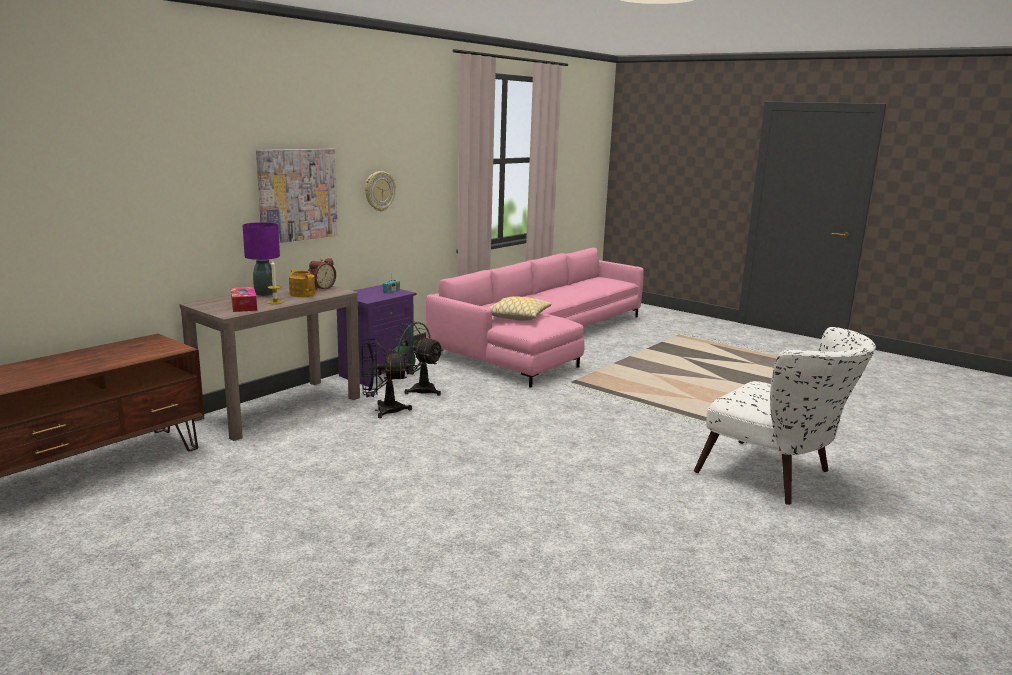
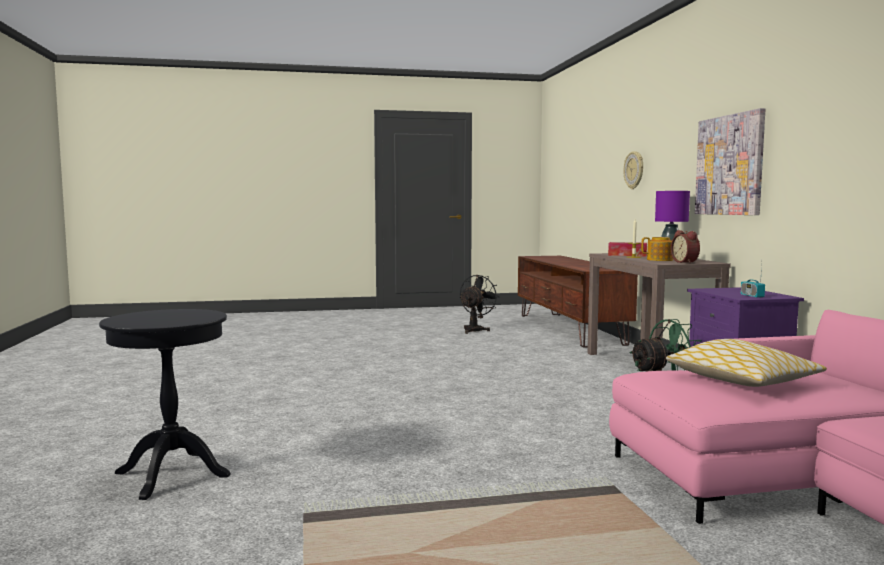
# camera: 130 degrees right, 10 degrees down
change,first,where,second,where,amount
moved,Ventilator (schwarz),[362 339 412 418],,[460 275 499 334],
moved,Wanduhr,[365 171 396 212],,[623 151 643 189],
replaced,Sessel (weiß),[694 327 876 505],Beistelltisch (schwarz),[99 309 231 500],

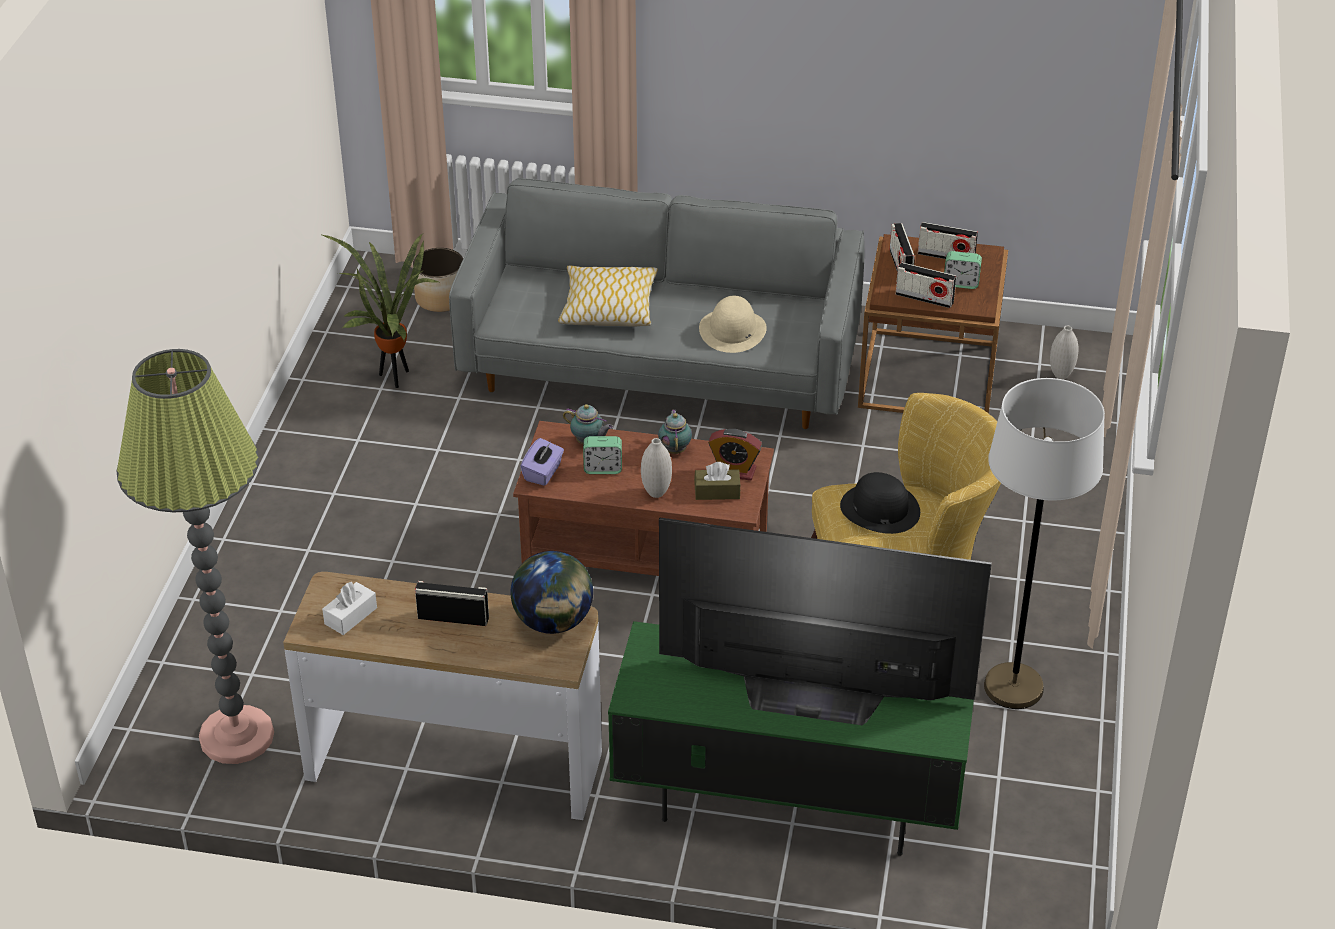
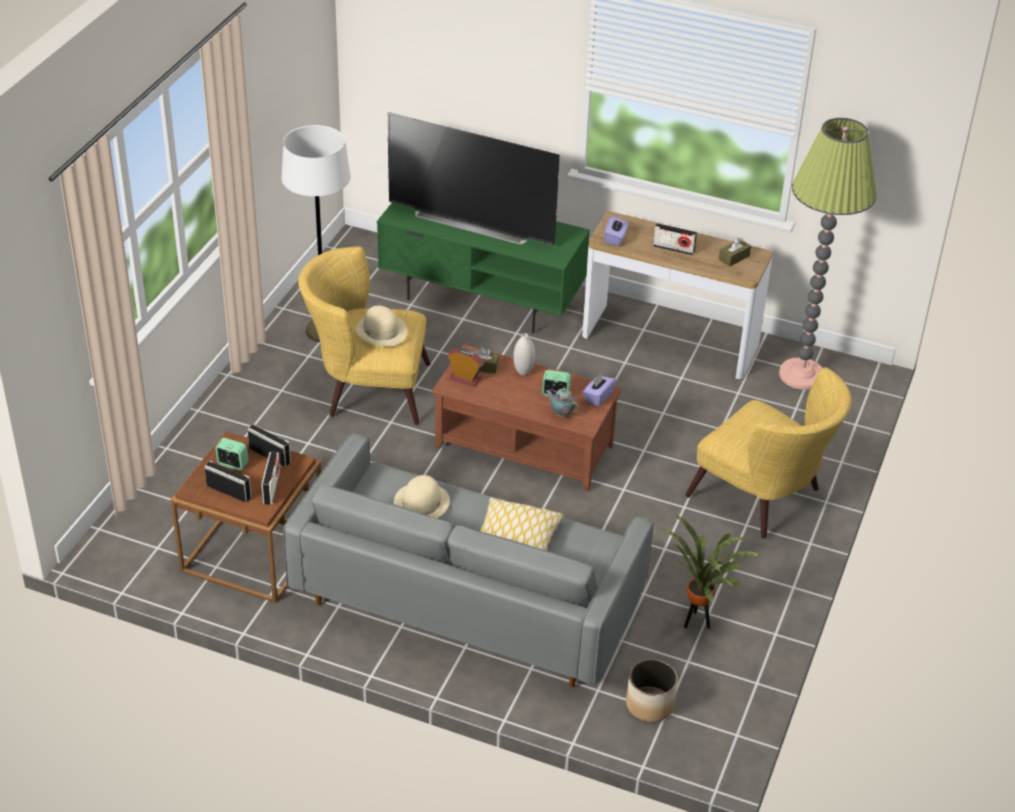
# camera: 170 degrees left, 0 degrees up
change,first,where,second,where,amount
recoloured,Taschentuchbox (weiß),[322 582 377 635],Taschentuchbox (braun),[719 237 751 267],
replaced,Globus,[511 551 593 634],Taschentuchbox (lila),[604 216 629 246],
removed,Teekanne,[658 409 692 454],,,
recoloured,Hut (schwarz),[840 472 920 534],Hut (beige),[355 306 408 347],
removed,Vase (weiß),[1050 325 1079 379],,,
added,,,Sessel (gelb),[685 367 852 538],

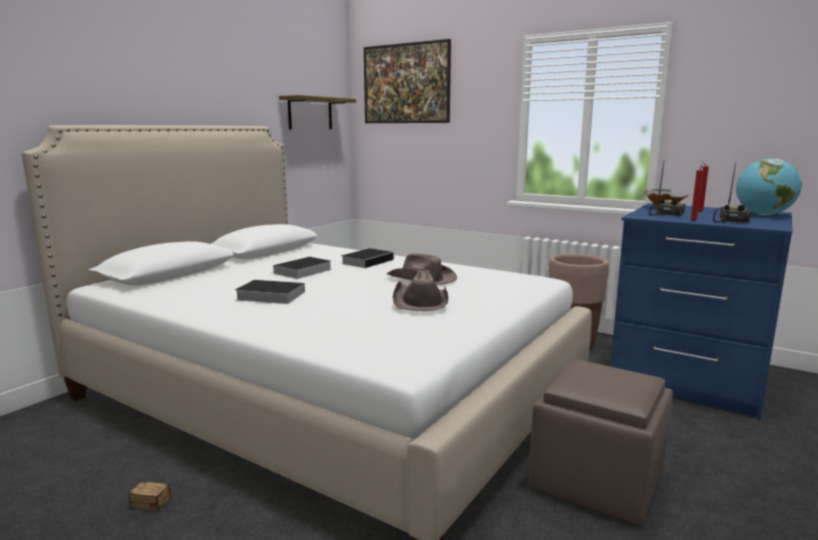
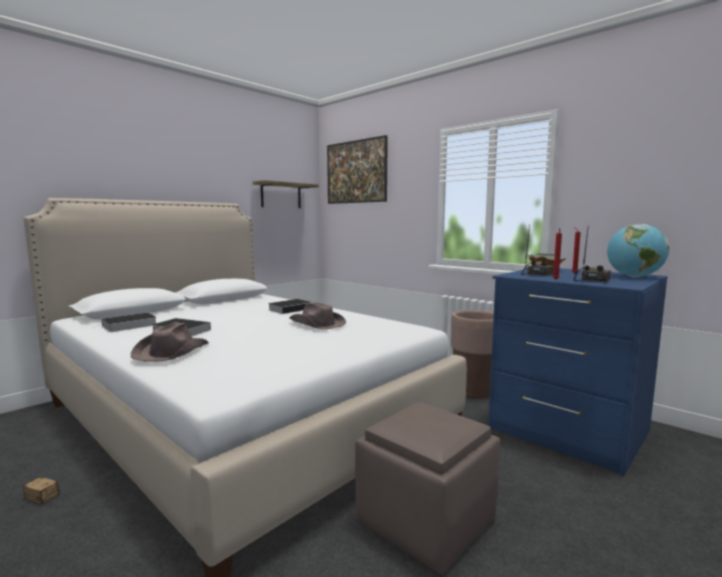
# camera: 10 degrees right, 5 degrees down
change,first,where,second,where,amount
moved,Buch,[269 257 332 279],,[94 313 156 332],
moved,Hut (braun),[393 269 449 311],,[131 322 209 362],

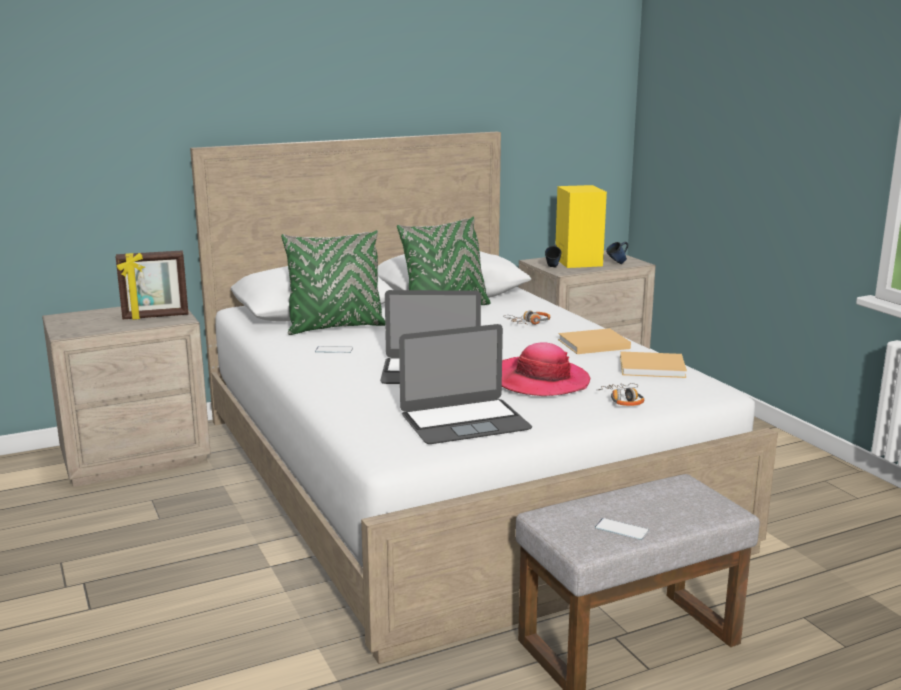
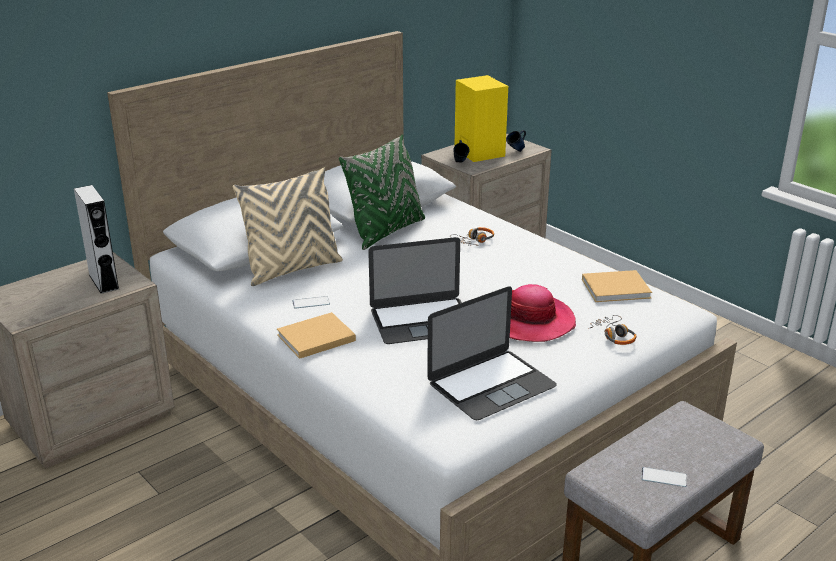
# camera: 15 degrees left, 10 degrees up
change,first,where,second,where,amount
replaced,Bilderrahmen,[116 250 189 320],Lautsprecher (grau),[74 185 119 294],
recoloured,Kissen (grün),[281 230 385 335],Kissen (beige),[233 168 343 286],
moved,Buch (beige),[558 328 631 354],,[277 312 356 359],

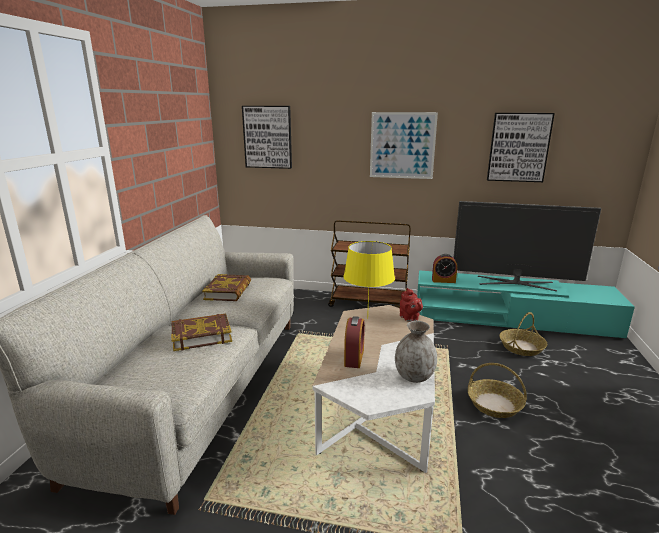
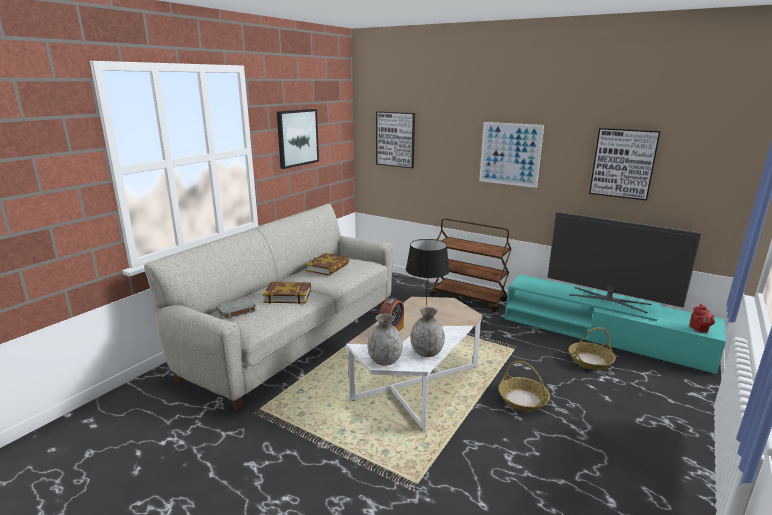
# camera: 20 degrees right, 0 degrees up
change,first,where,second,where,amount
recoloured,Tischlampe (gelb),[343 241 395 319],Tischlampe (schwarz),[406 239 450 306],
moved,Teekanne (rot),[400 288 423 321],,[689 304 715 333],
removed,Wecker,[432 254 457 283],,,
added,,,Buch (grau),[216 298 257 319],
added,,,Bild,[277 109 319 169],
added,,,Vase (grau),[367 314 402 365],

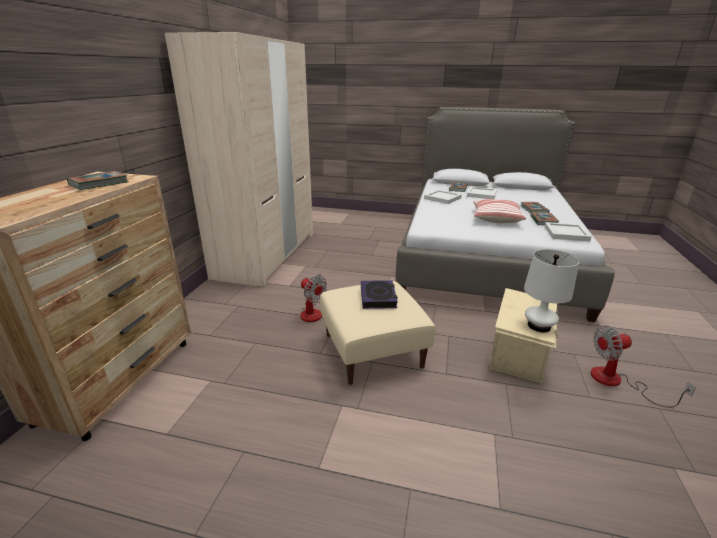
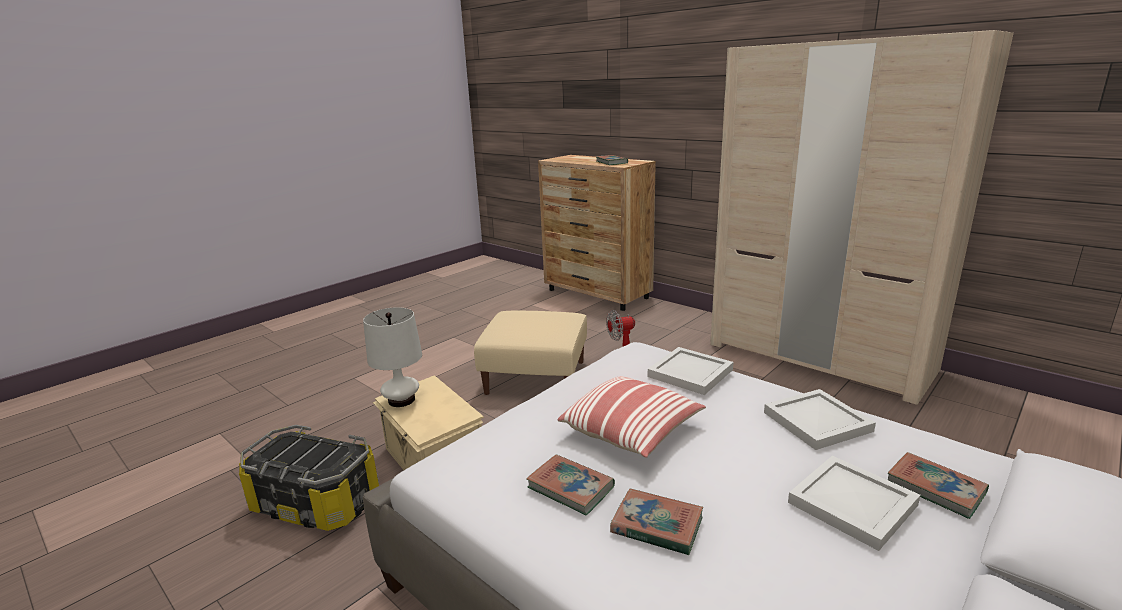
# camera: 120 degrees right, 5 degrees down
change,first,where,second,where,amount
removed,Buch,[361 280 398 309],,,
moved,Tablett (weiß),[544 222 592 241],,[648 347 734 395],
replaced,Ventilator,[591 326 696 408],Aufbewahrungsbox,[239 425 379 531],

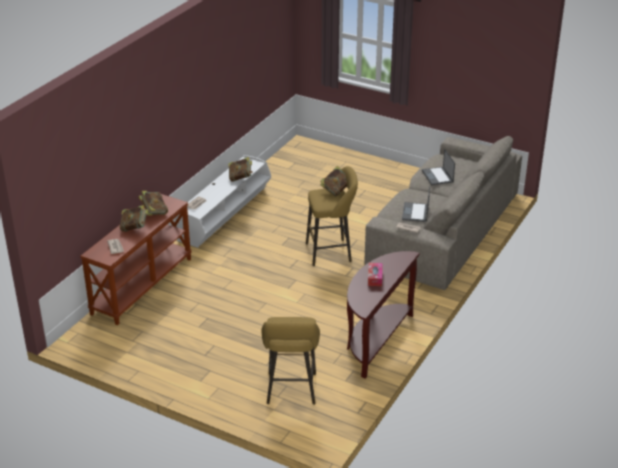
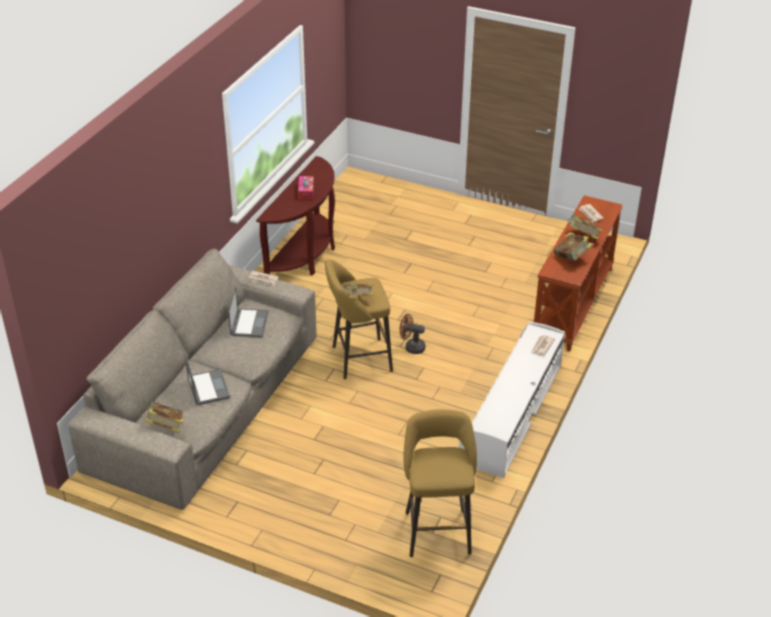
# camera: 175 degrees right, 5 degrees up
change,first,where,second,where,amount
moved,Buch,[228 157 253 182],,[145 402 183 433],
moved,Hocker (gelb),[261 317 320 405],,[404 409 477 557],
added,,,Ventilator (braun),[399 314 425 354],

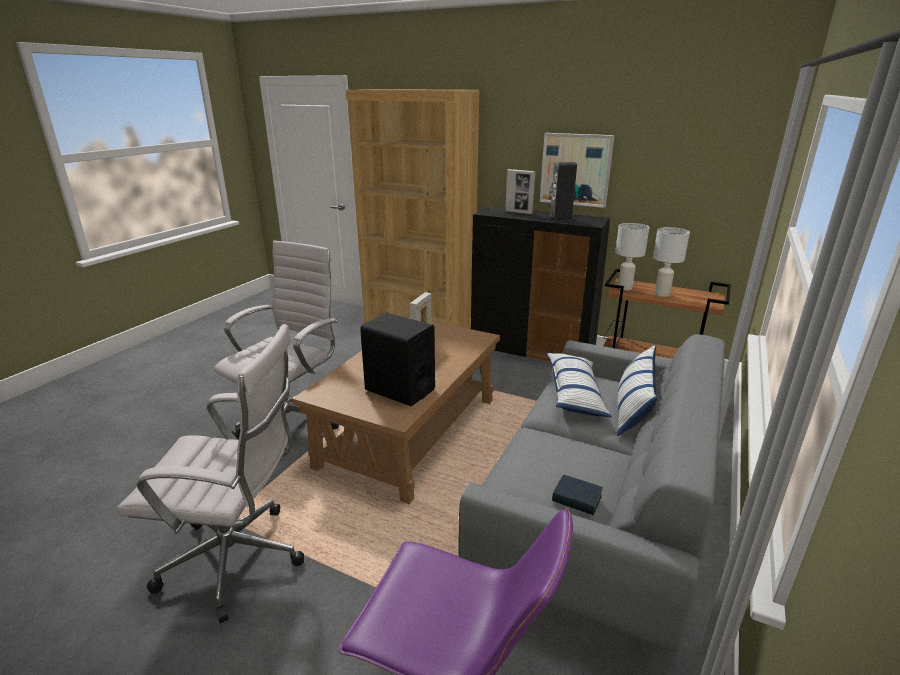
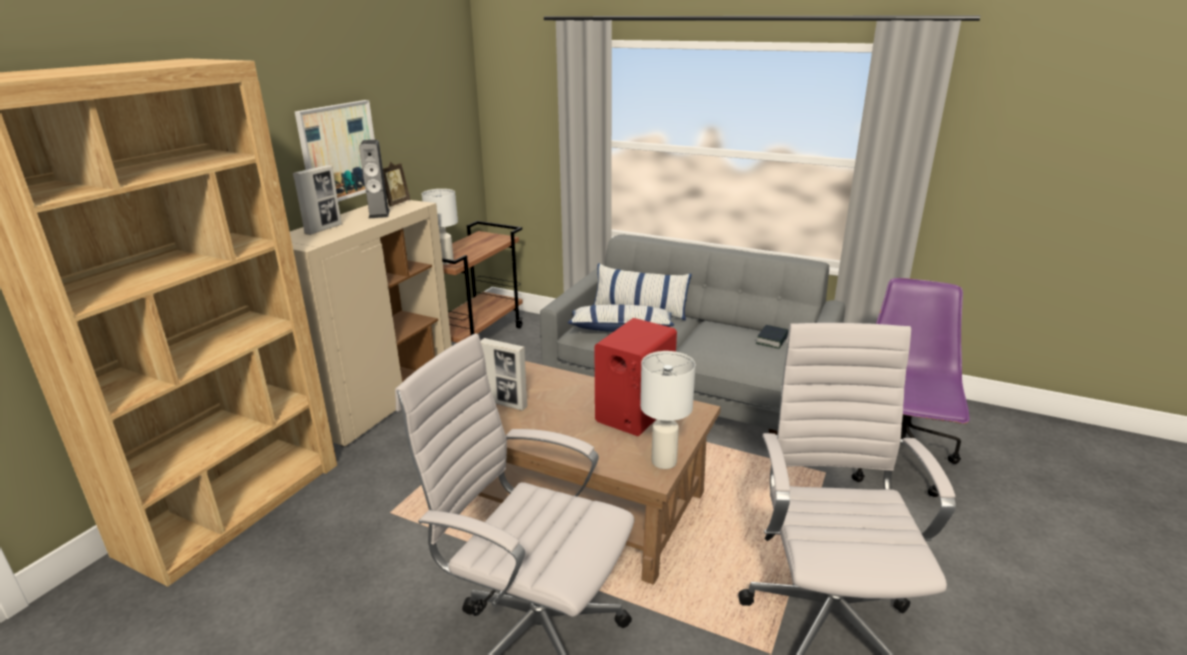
# camera: 90 degrees left, 0 degrees up
change,first,where,second,where,amount
recoloured,Lautsprecher (schwarz),[360 313 435 406],Lautsprecher (rot),[595 318 677 436],
recoloured,Schrank (schwarz),[471 206 610 362],Schrank (beige),[290 199 452 447],
moved,Tischlampe (weiß),[653 227 690 297],,[640 351 695 469],
added,,,Bilderrahmen,[383 162 410 206],

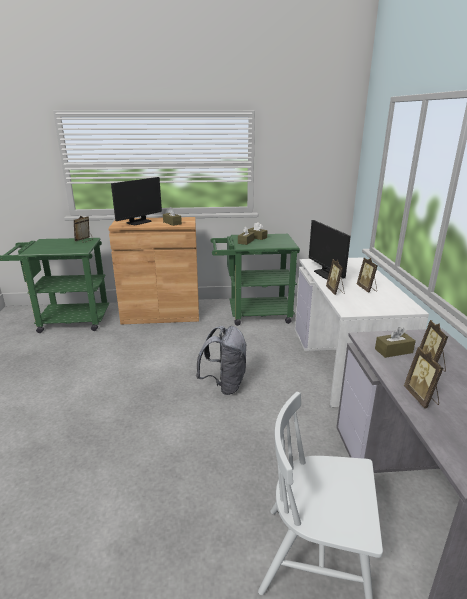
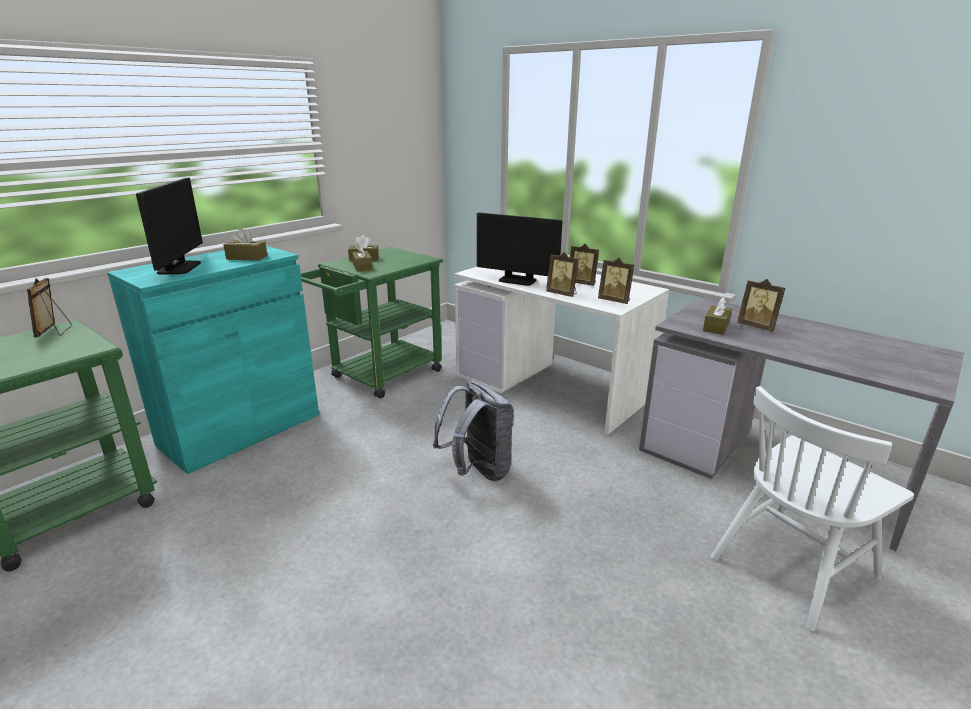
# camera: 45 degrees left, 0 degrees up
change,first,where,second,where,amount
recoloured,Schrank (braun),[108 217 199 324],Schrank (türkis),[107 246 319 474],
moved,Bilderrahmen,[404 347 443 408],,[598 258 634 304],

